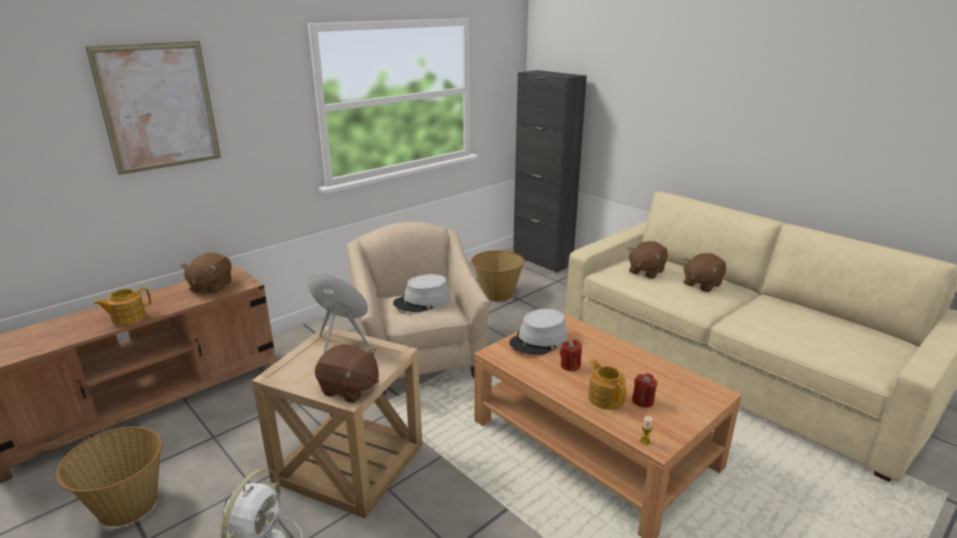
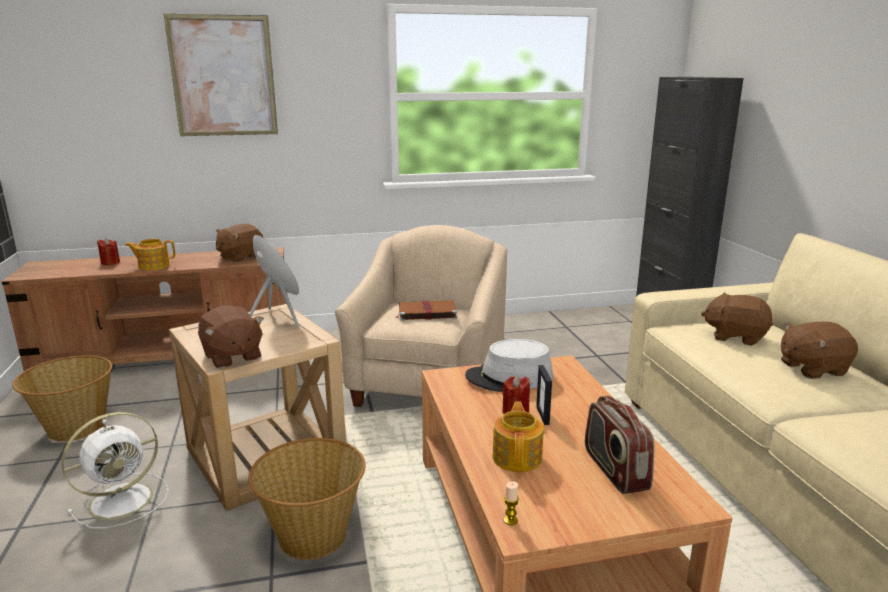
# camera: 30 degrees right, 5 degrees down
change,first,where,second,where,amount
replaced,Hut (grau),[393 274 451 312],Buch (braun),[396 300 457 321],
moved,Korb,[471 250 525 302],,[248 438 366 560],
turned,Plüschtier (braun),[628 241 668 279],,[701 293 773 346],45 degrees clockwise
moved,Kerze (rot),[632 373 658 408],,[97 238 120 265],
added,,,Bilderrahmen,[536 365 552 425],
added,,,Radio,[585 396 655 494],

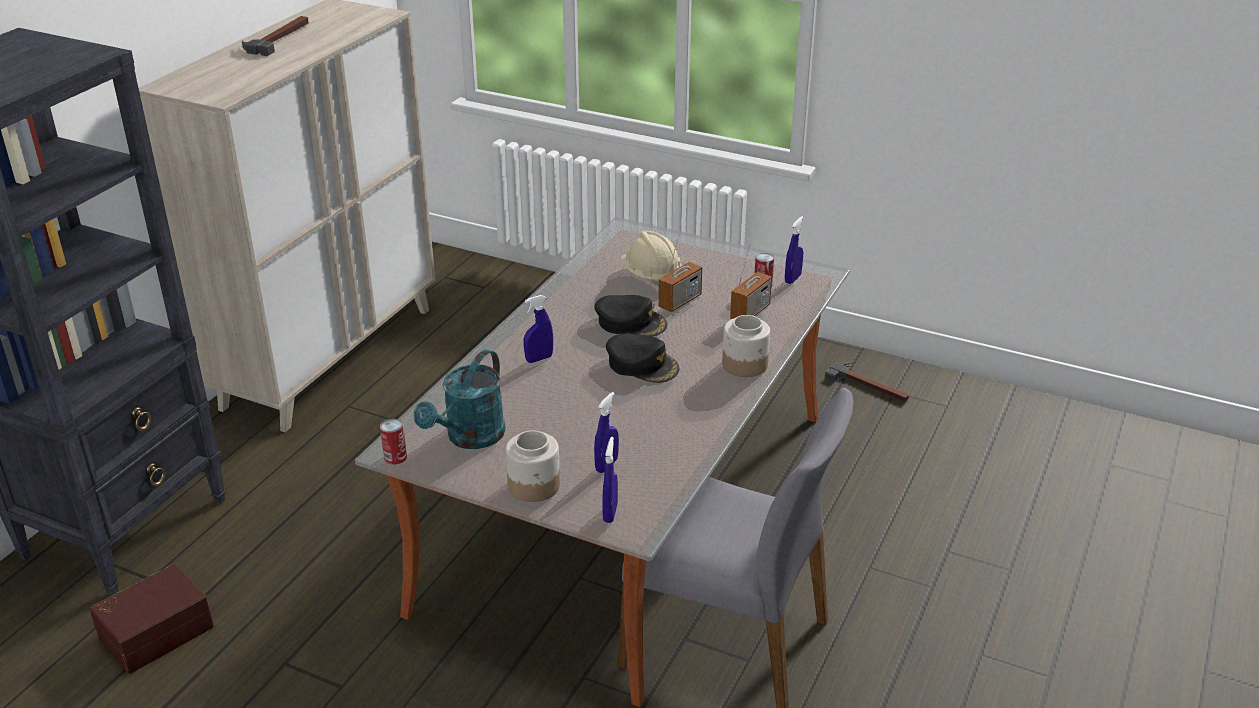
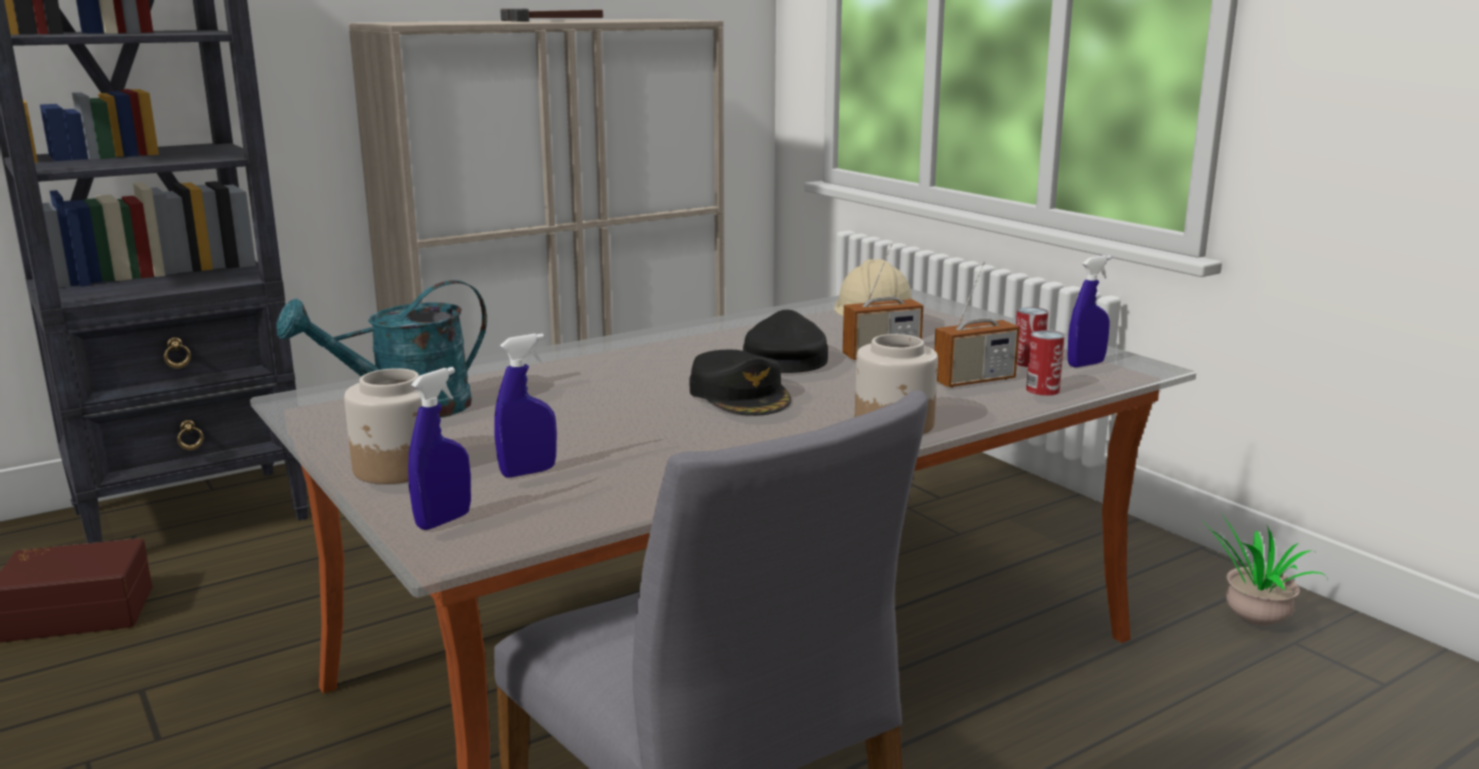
# camera: 30 degrees right, 15 degrees down
change,first,where,second,where,amount
moved,Dose,[380 419 407 465],,[1026 331 1065 396],
removed,Sprühflasche (blau),[524 295 553 363],,,
turned,Kappe (schwarz),[595 295 667 336],,[743 310 828 373],135 degrees counterclockwise
replaced,Hammer,[825 362 909 402],Topfpflanze,[1198 513 1328 626],

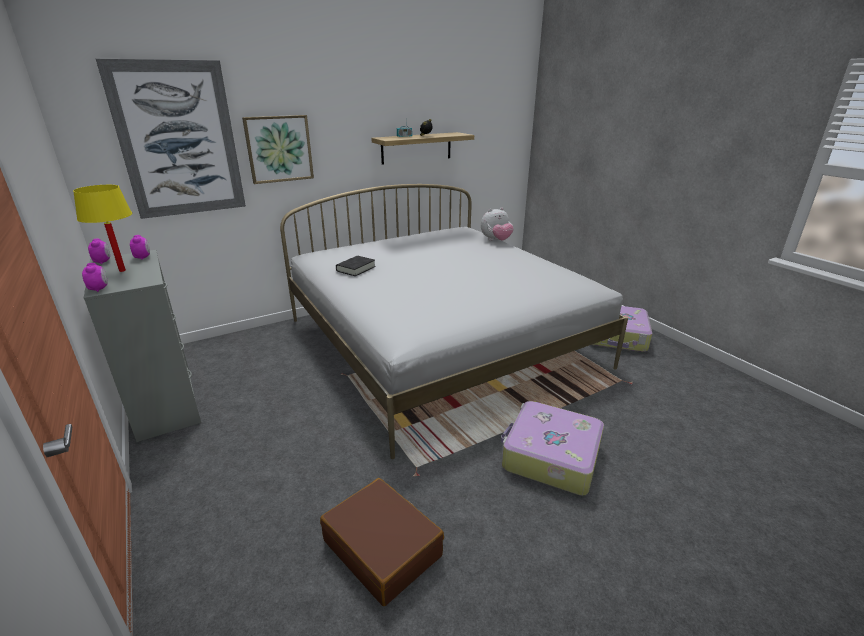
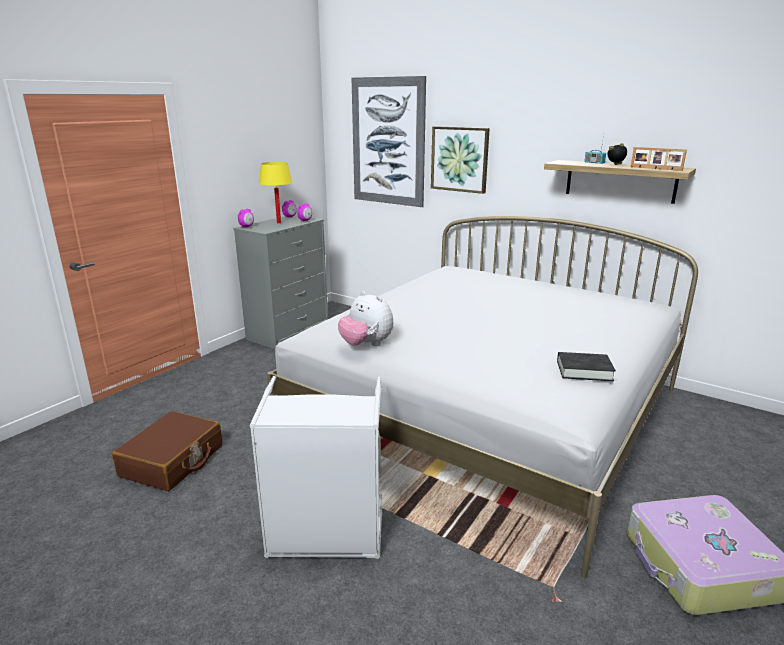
# camera: 65 degrees right, 5 degrees down
change,first,where,second,where,amount
moved,Buch (schwarz),[336 256 376 276],,[557 352 616 381],
moved,Plüschtier,[481 207 514 241],,[338 291 393 346],
replaced,Koffer,[501 401 604 496],Wäschekorb (grau),[250 376 383 559],
added,,,Bilderrahmen,[631 147 687 171],

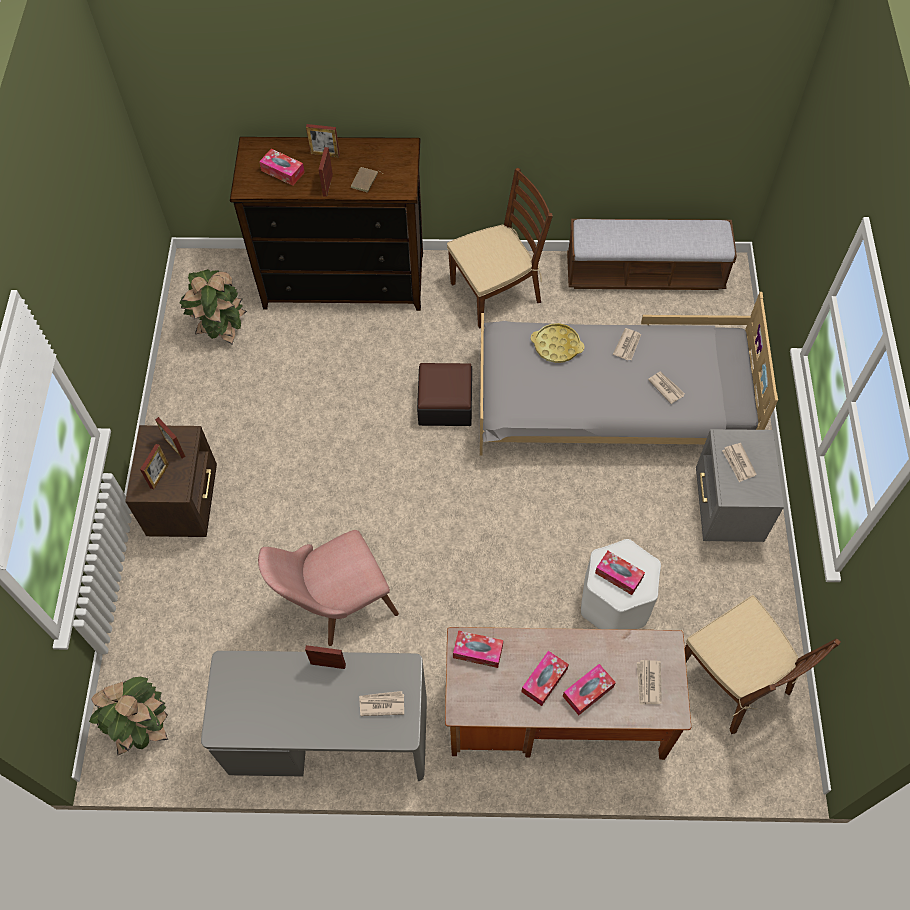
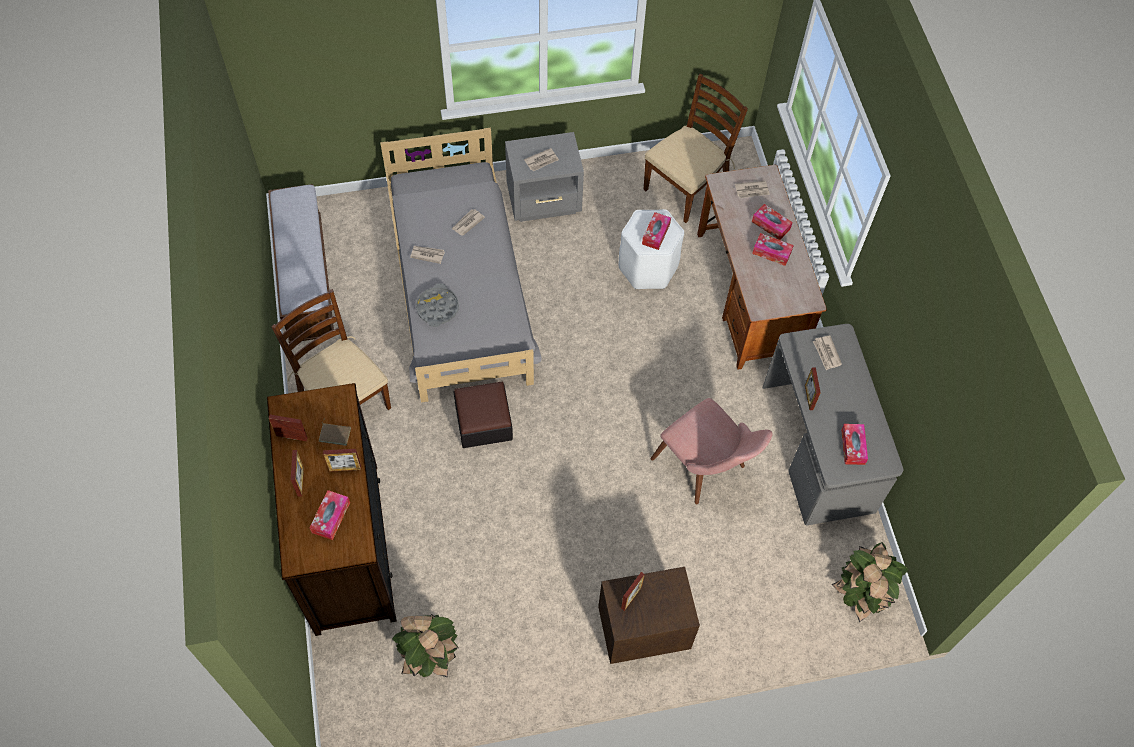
# camera: 105 degrees left, 0 degrees up
change,first,where,second,where,amount
moved,Bilderrahmen,[140 444 169 489],,[269 415 308 441],
moved,Taschentuchbox,[453 630 503 668],,[841 424 868 465],
recoloured,Tablett (gelb),[531 323 585 363],Tablett (grau),[416 284 459 327],

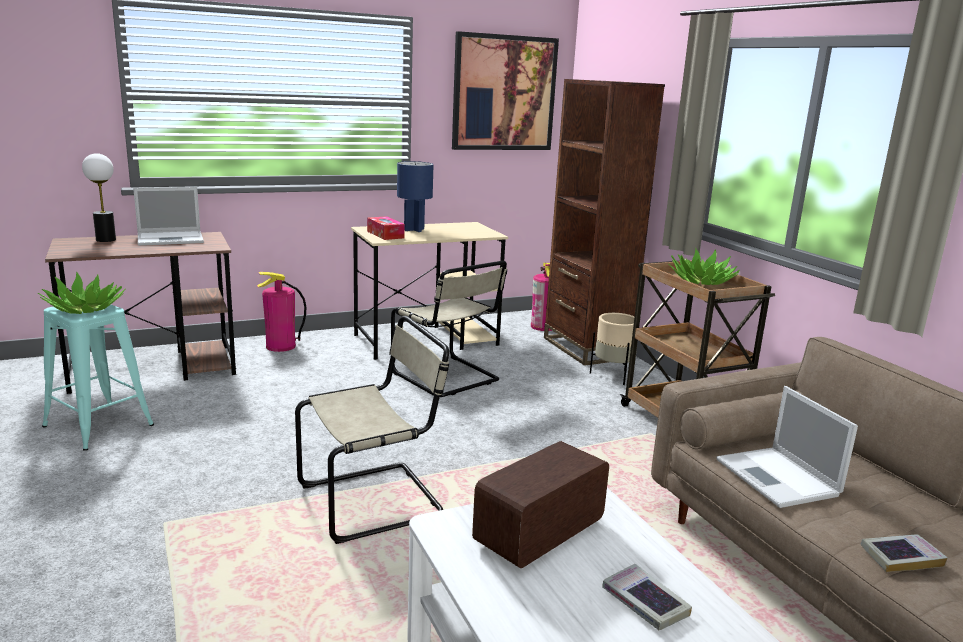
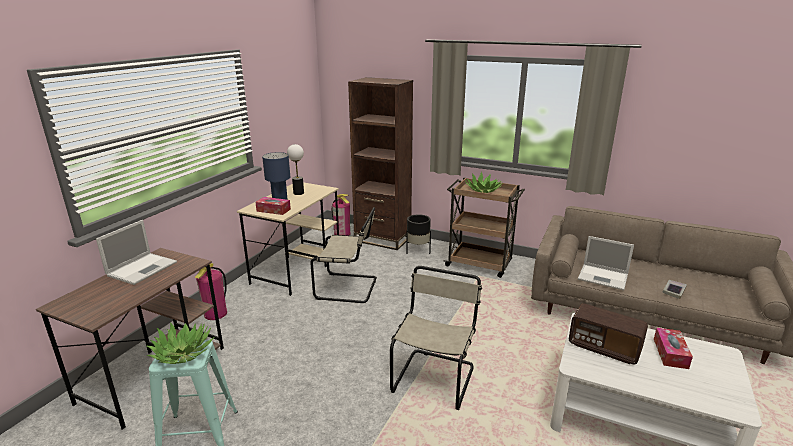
# camera: 40 degrees left, 5 degrees up
change,first,where,second,where,amount
moved,Tischlampe,[82 153 116 242],,[287 144 304 195],
removed,Bild,[452 31 559 150],,,
turned,Radio,[472 441 609 568],,[569 303 648 365],60 degrees counterclockwise
recoloured,Pflanzkübel (beige),[590 313 637 385],Pflanzkübel (schwarz),[406 214 431 254],
replaced,Buch,[602 564 692 630],Taschentuchbox,[654 328 693 369],

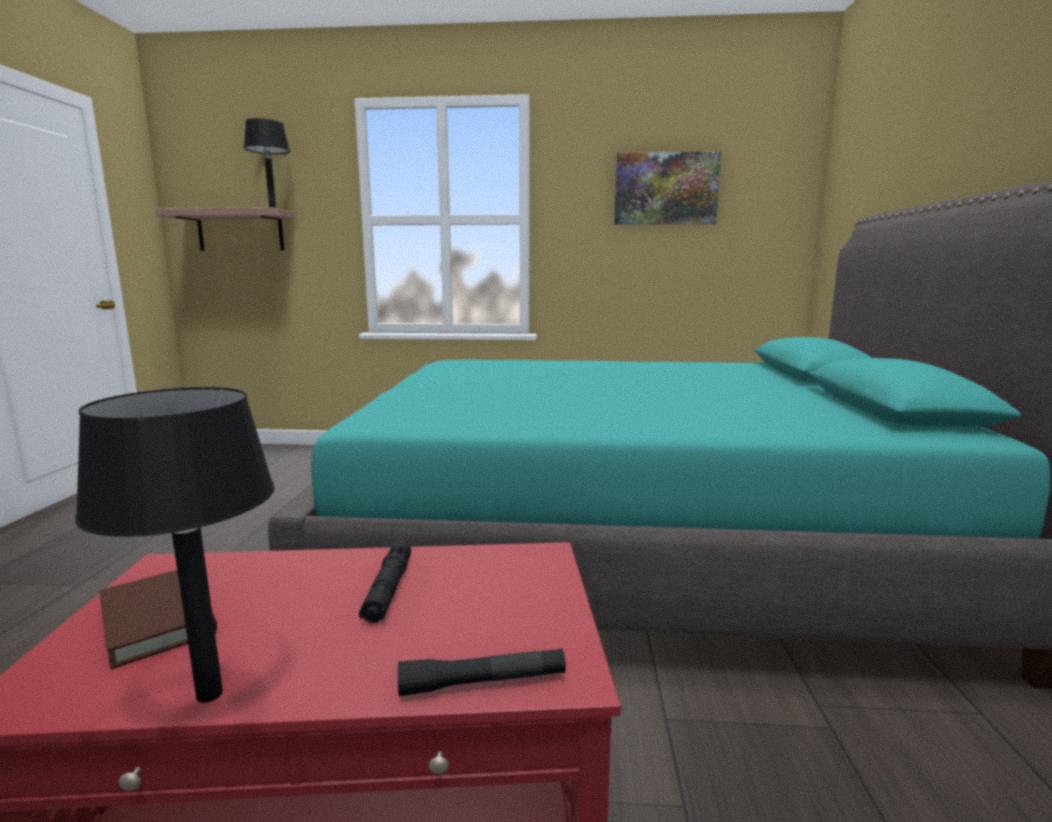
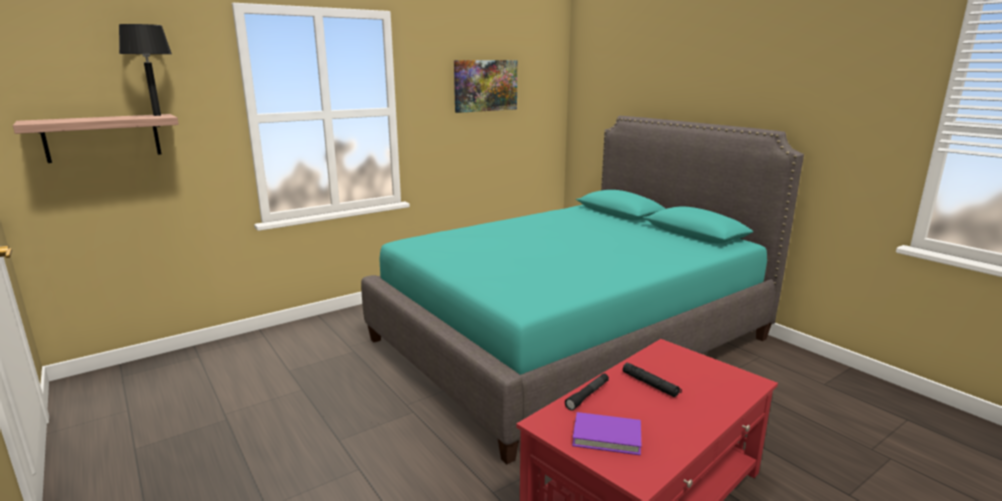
# camera: 40 degrees left, 5 degrees up
change,first,where,second,where,amount
removed,Tischlampe (schwarz),[75 387 275 703],,,
recoloured,Buch (braun),[99 570 217 669],Buch (lila),[572 412 641 455],
moved,Taschenlampe (schwarz),[398 648 566 696],,[565 373 609 411],

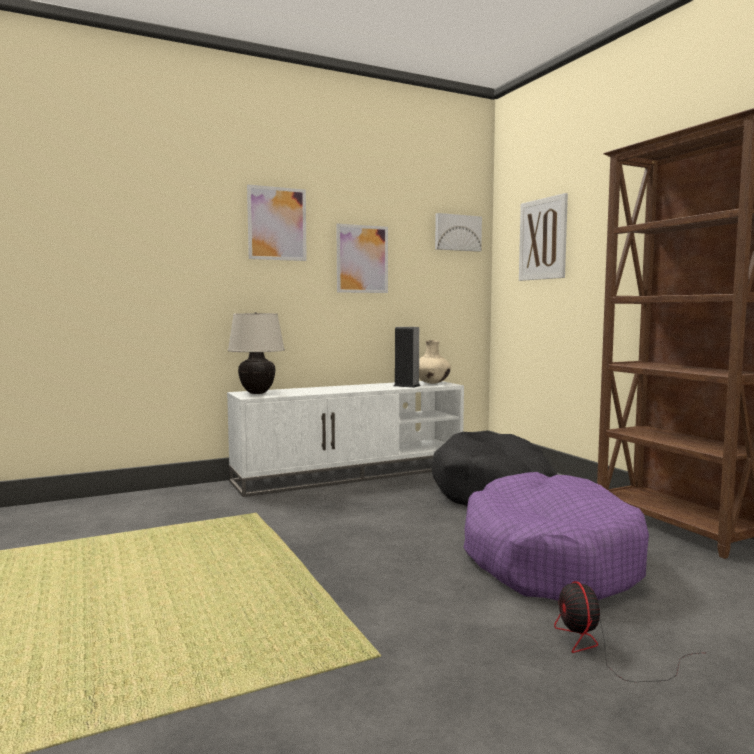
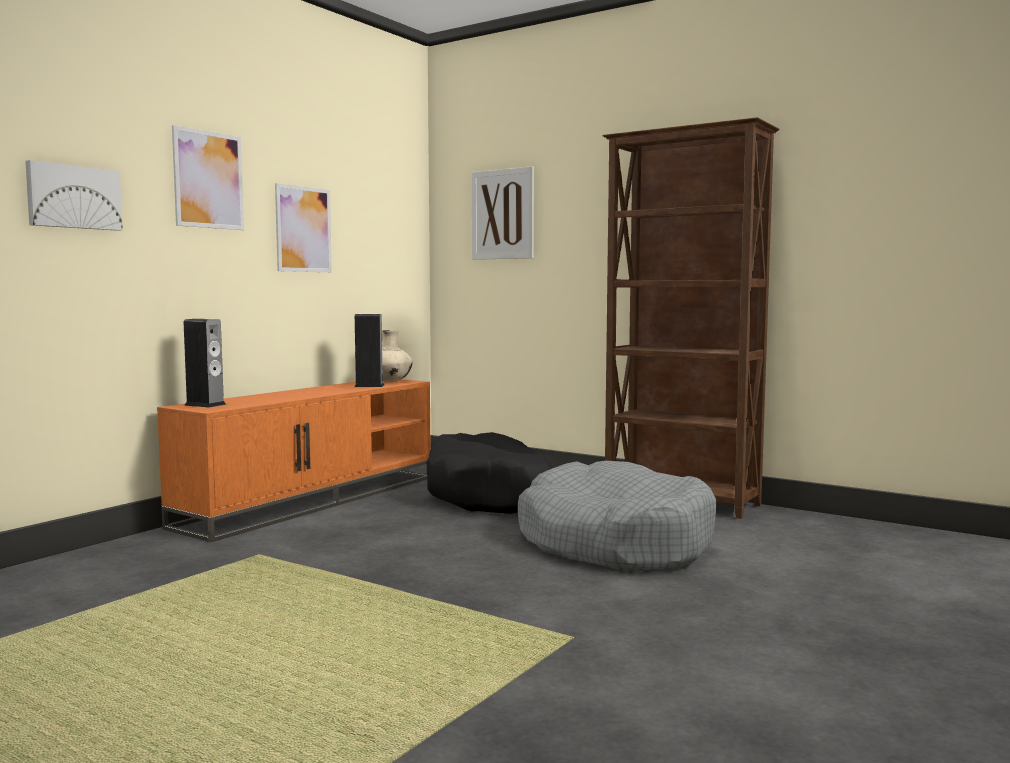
# camera: 30 degrees left, 0 degrees up
change,first,where,second,where,amount
recoloured,Fernsehschrank (weiß),[227 381 464 497],Fernsehschrank (orange),[157 379 431 542],
replaced,Tischlampe (beige),[228 312 285 394],Lautsprecher,[184 319 226 408],
moved,Bild,[435 213 482 252],,[25 160 123 231],
recoloured,Hundebett (lila),[463 472 649 601],Hundebett (grau),[518 461 717 573],
removed,Ventilator,[554 581 698 682],,,

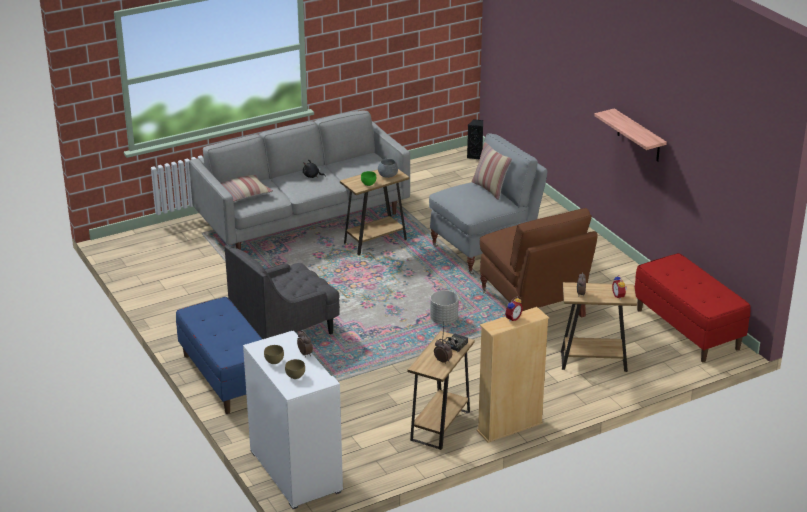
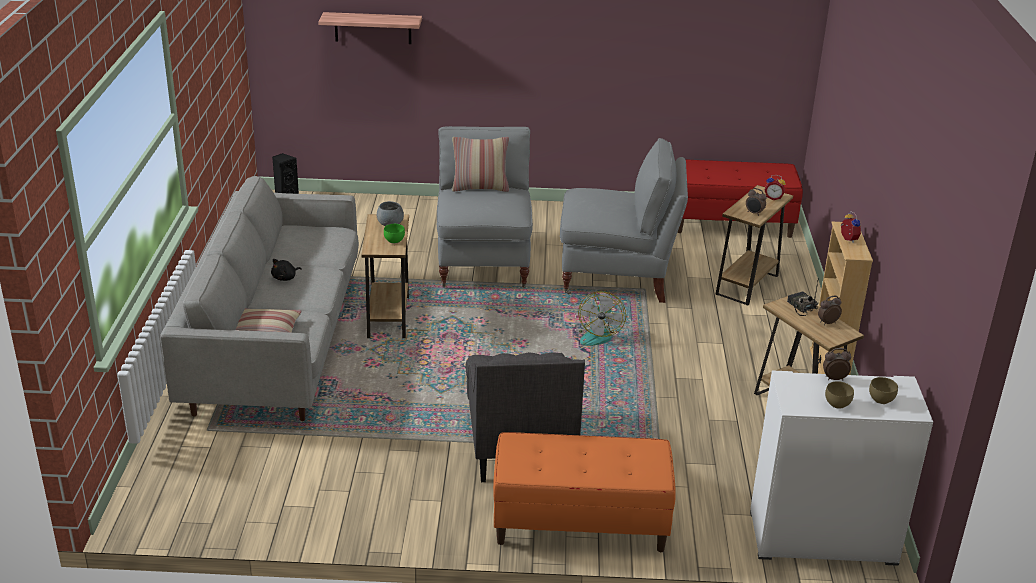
# camera: 60 degrees left, 0 degrees up
change,first,where,second,where,amount
recoloured,Bank (blau),[176 297 262 414],Bank (orange),[493 432 676 552],
replaced,Pflanzkübel (grau),[430 290 459 324],Ventilator,[578 291 626 346],
recoloured,Sessel (braun),[480 208 598 318],Sessel (grau),[560 138 688 303],
moved,Wandregal,[594 108 667 162],,[318 12 422 44],

